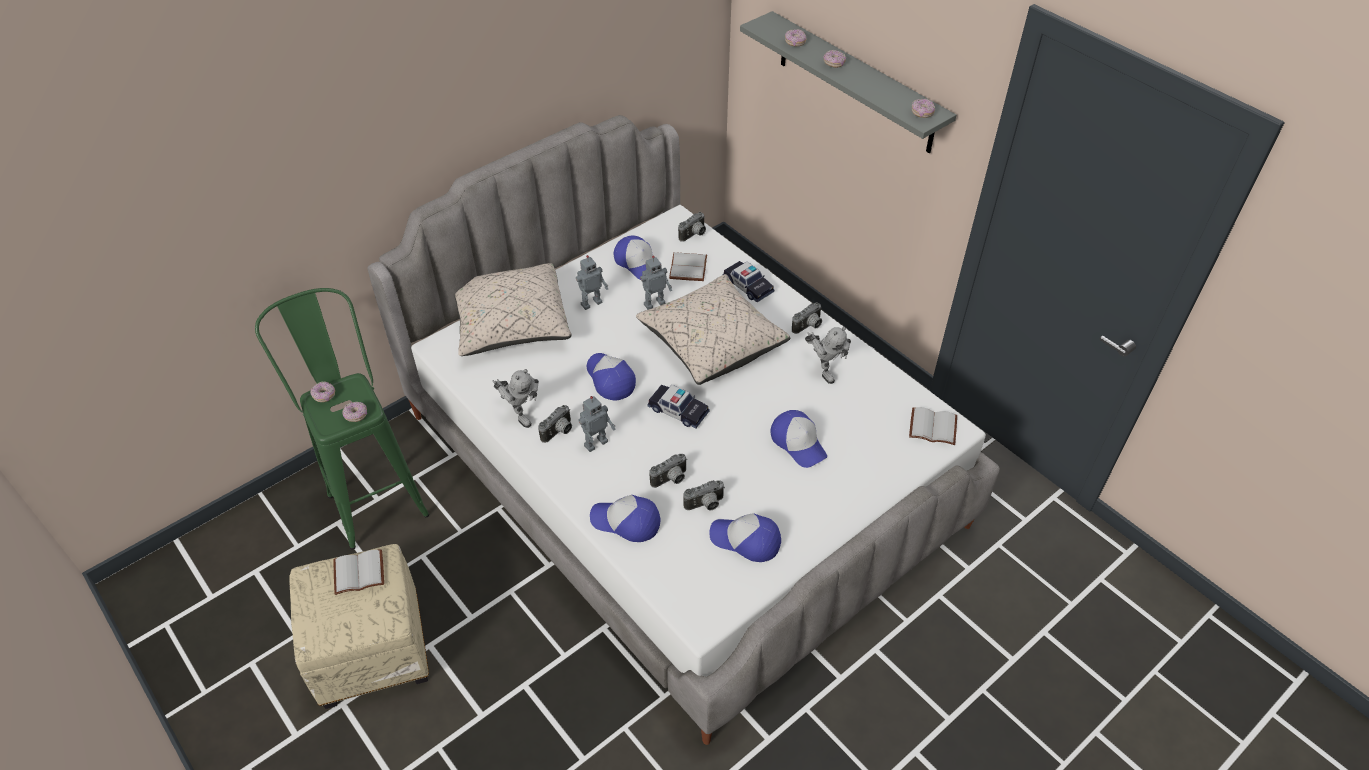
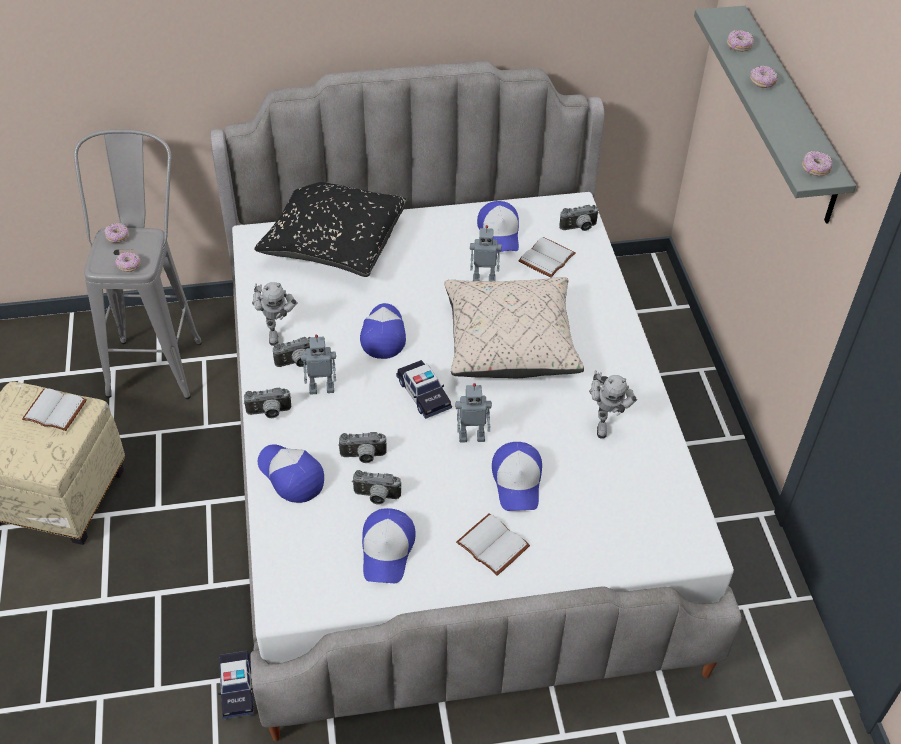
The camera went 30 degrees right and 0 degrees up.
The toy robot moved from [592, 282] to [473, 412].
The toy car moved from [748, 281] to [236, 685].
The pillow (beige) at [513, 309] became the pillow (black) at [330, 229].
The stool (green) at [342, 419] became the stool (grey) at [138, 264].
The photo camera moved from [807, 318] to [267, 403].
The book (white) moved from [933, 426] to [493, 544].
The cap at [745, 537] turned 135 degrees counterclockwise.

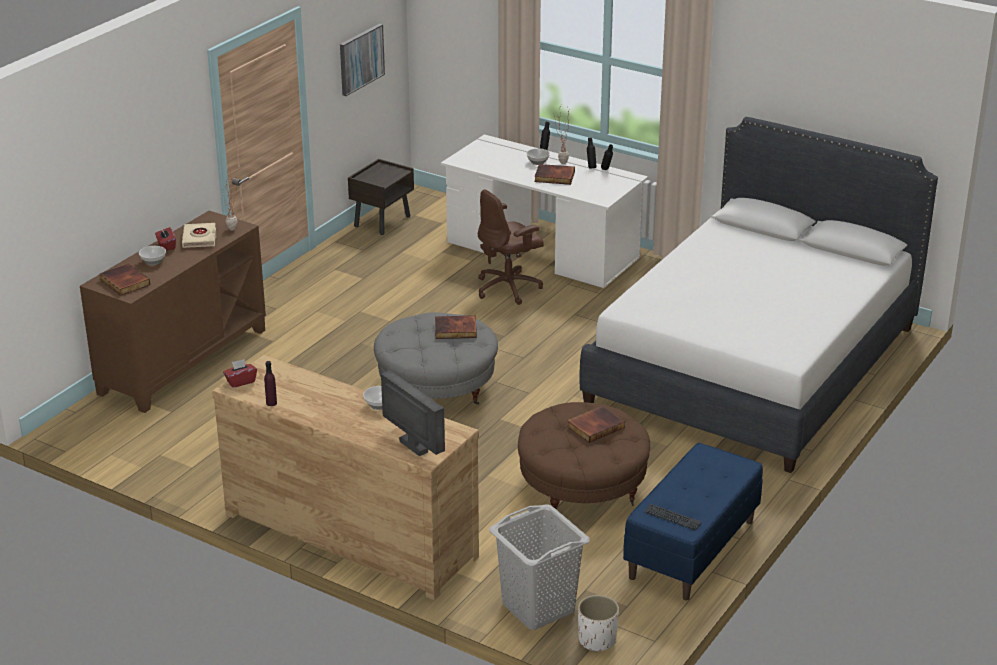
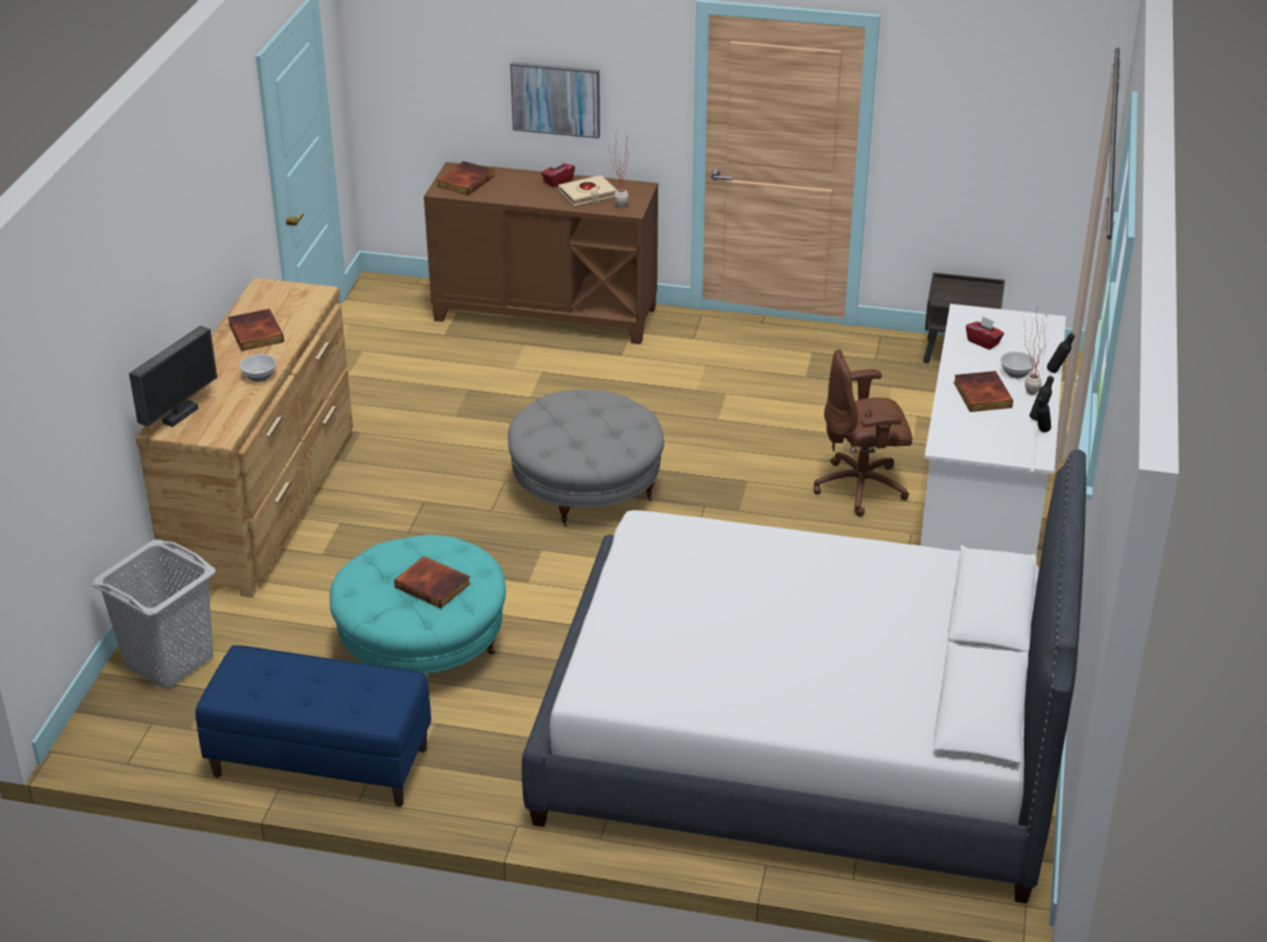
The camera went 70 degrees right and 5 degrees up.
The picture moved from [362, 60] to [555, 100].
The office chair (brown) at [511, 247] turned 45 degrees counterclockwise.
The bowl at [152, 255] disappeared.
The book moved from [456, 327] to [256, 330].
The tissue box (red) moved from [240, 373] to [985, 333].
The bottle (purple) at [270, 383] disappeared.
The ottoman (brown) at [584, 456] became the ottoman (turquoise) at [418, 604].
The keyboard at [673, 517] disappeared.
The planter (white) at [598, 624] disappeared.

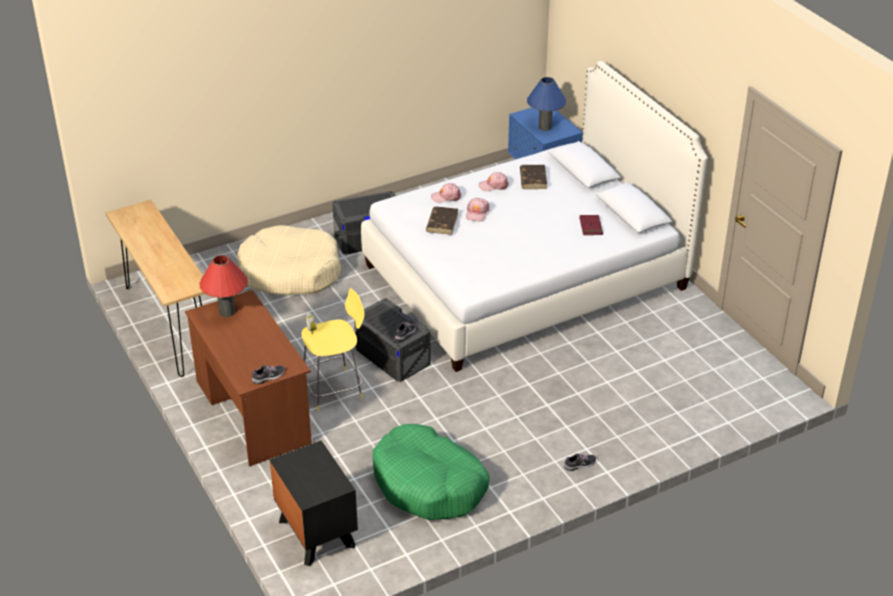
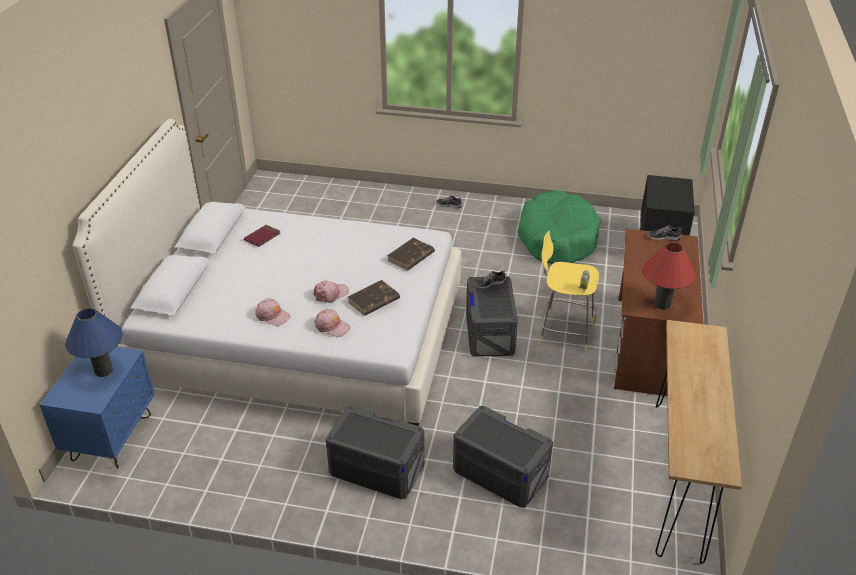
The camera went 140 degrees left and 0 degrees up.
The book (brown) moved from [533, 177] to [411, 254].
The dog bed (beige) at [289, 260] was replaced by the storage box (grey) at [503, 457].

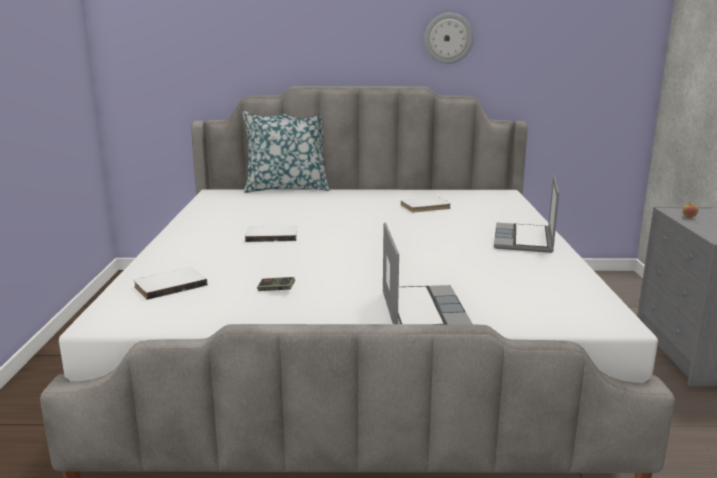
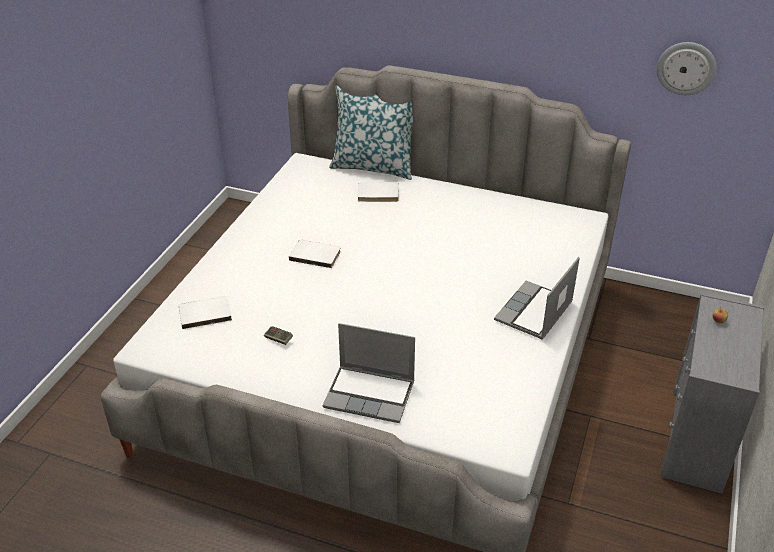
The camera went 20 degrees right and 20 degrees up.
The wall clock moved from [448, 38] to [687, 68].
The book (white) moved from [426, 205] to [378, 192].
The laptop at [427, 273] turned 90 degrees clockwise.

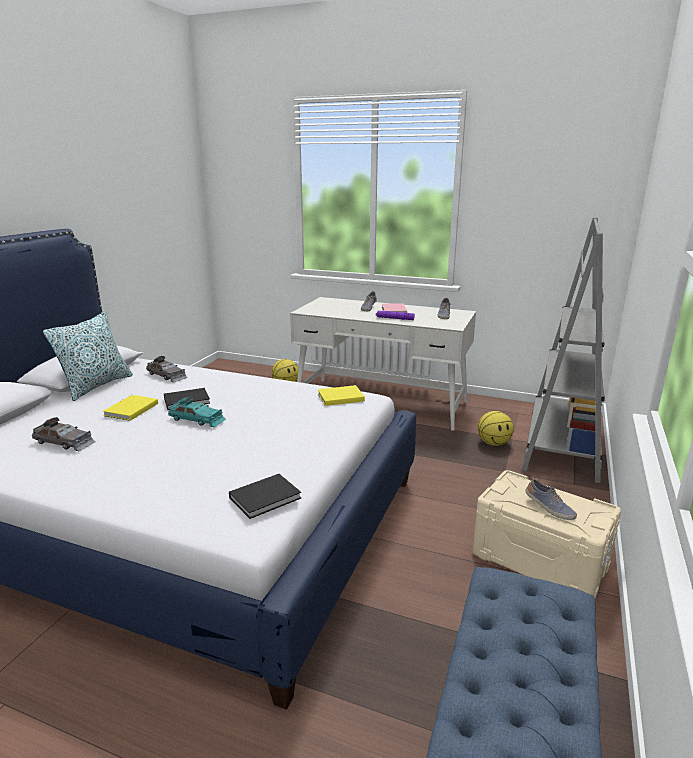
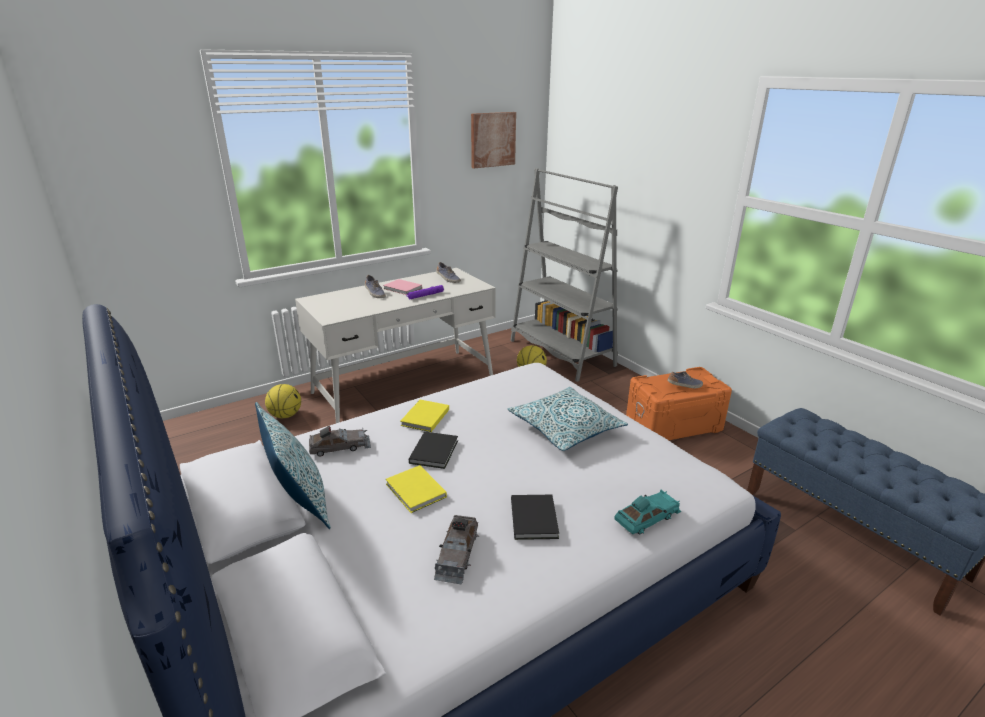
The camera went 55 degrees left and 5 degrees up.
The book (yellow) moved from [341, 395] to [424, 416].
The toy car (turquoise) moved from [197, 411] to [648, 512].
The toy car (grey) at [64, 434] turned 135 degrees clockwise.
The storage box (beige) at [547, 534] became the storage box (orange) at [679, 403].
The book (black) moved from [265, 496] to [535, 517].
The picture at [493, 140] appeared.
The pillow at [568, 419] appeared.

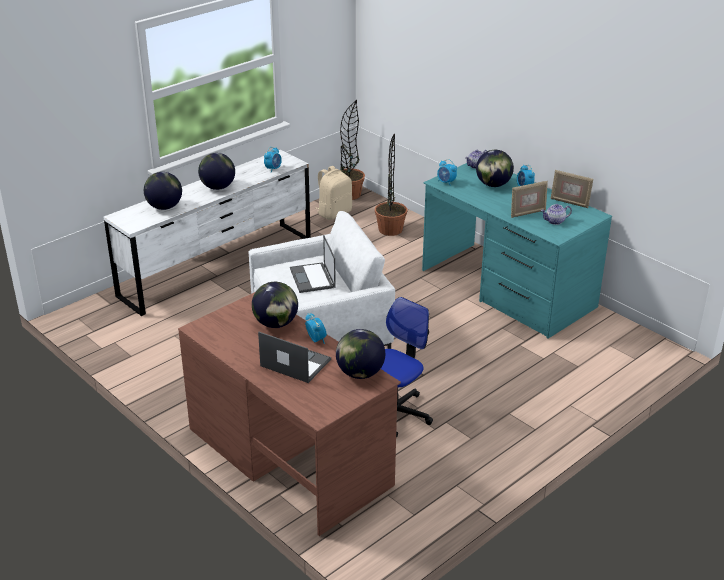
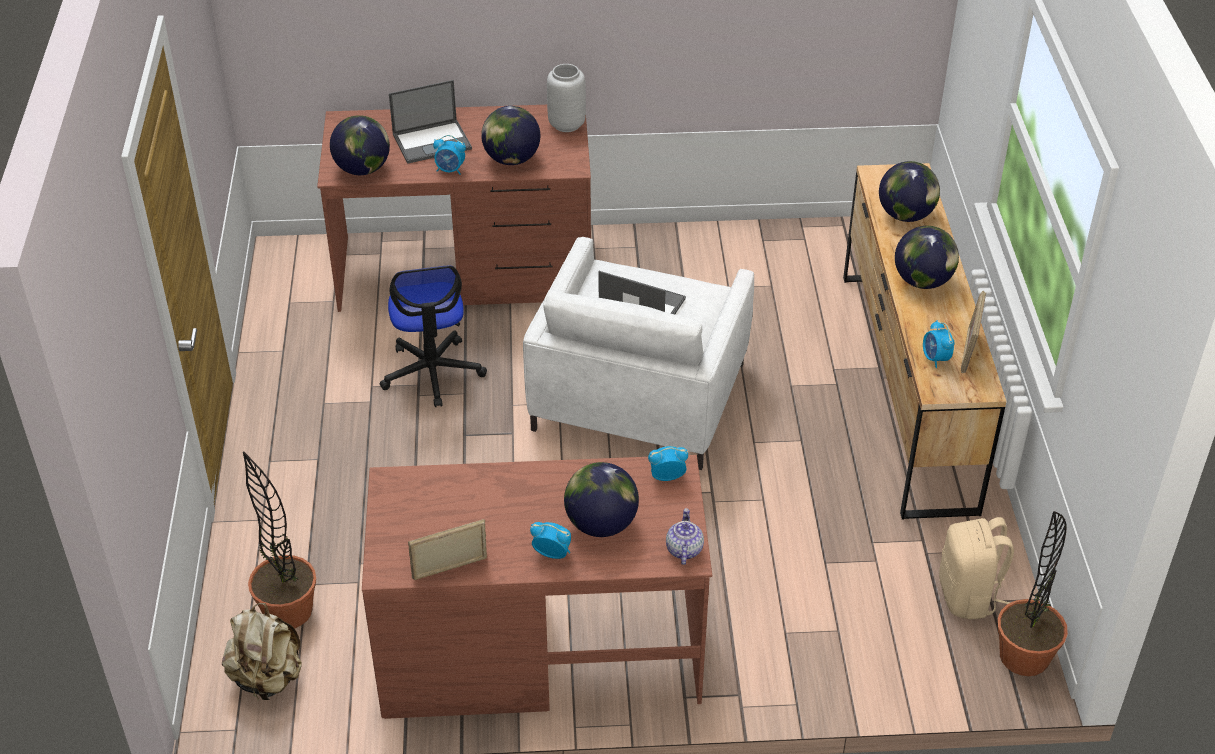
The camera went 130 degrees right and 10 degrees up.
The potted plant moved from [391, 184] to [279, 539].
The dresser (white) at [207, 233] became the dresser (brown) at [925, 341].
The desk (turquoise) at [517, 251] became the desk (brown) at [537, 587].
The picture frame moved from [529, 199] to [973, 332].
The teapot at [556, 214] disappeared.
The vase (grey) at [566, 98] appeared.
The backpack (beige) at [262, 651] appeared.

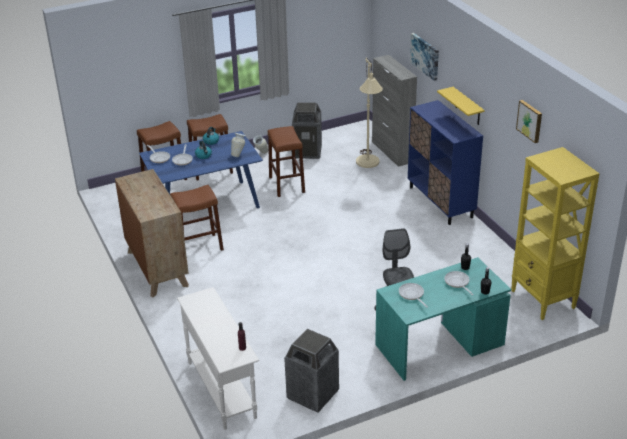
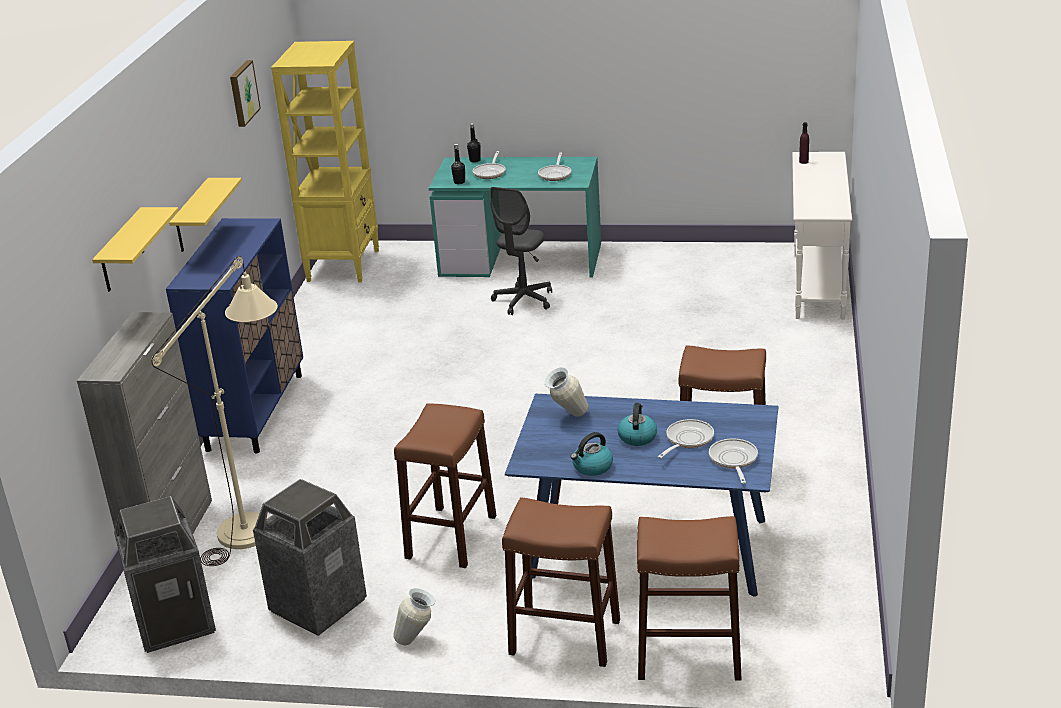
The camera went 145 degrees left and 5 degrees down.
The picture at [424, 57] was replaced by the shelf (yellow) at [135, 249].
The dresser (brown) at [152, 233] disappeared.
The trash can moved from [311, 371] to [165, 574].

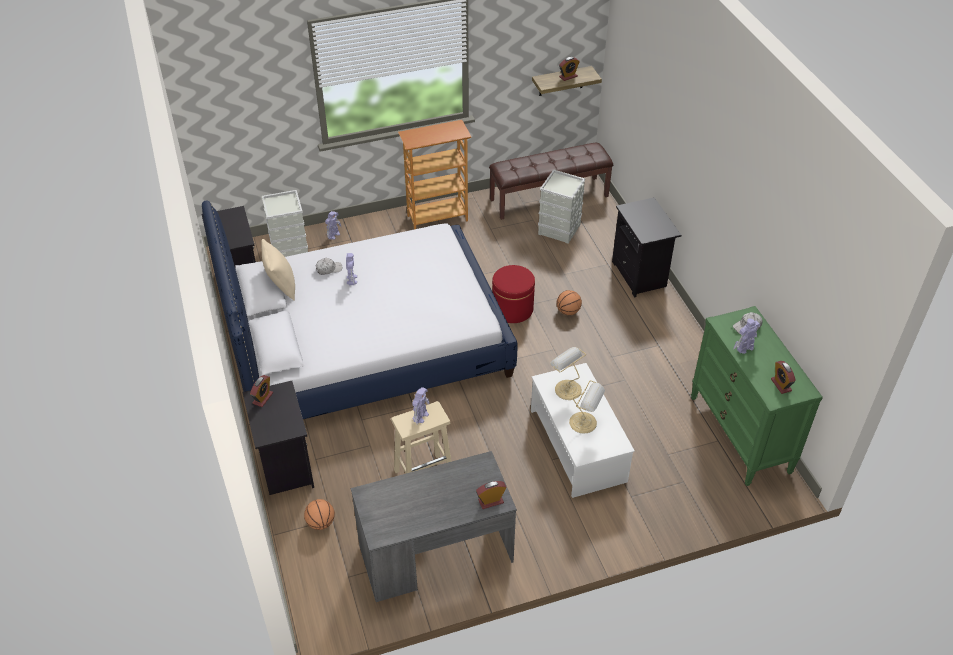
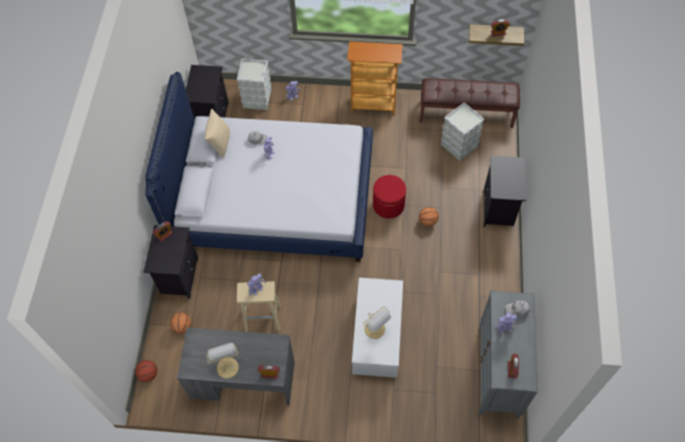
The camera went 25 degrees right and 15 degrees up.
The dresser (green) at [757, 396] became the dresser (grey) at [508, 354].
The table lamp moved from [568, 373] to [222, 360].
The basketball at [146, 371] appeared.

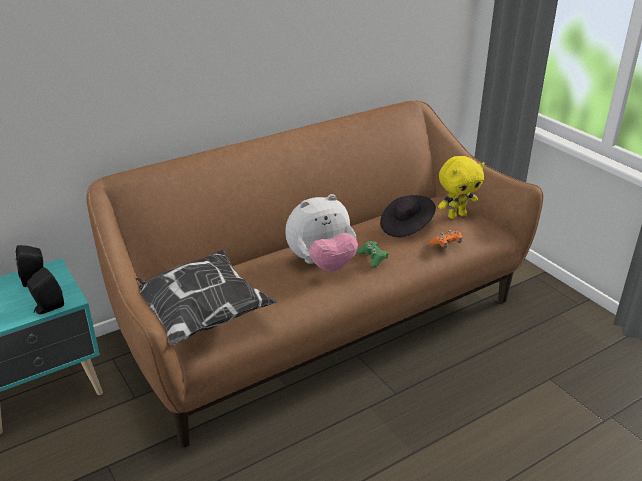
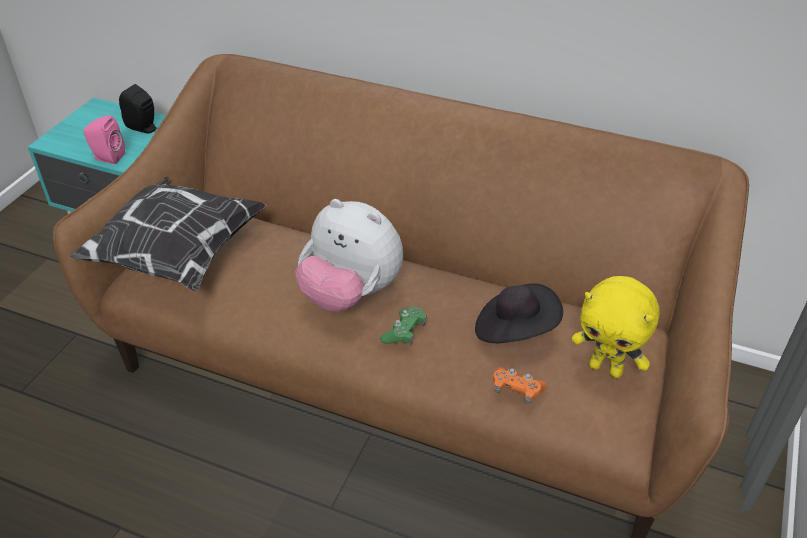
The camera went 55 degrees right and 10 degrees up.
The speaker (black) at [45, 290] became the speaker (pink) at [104, 139].

